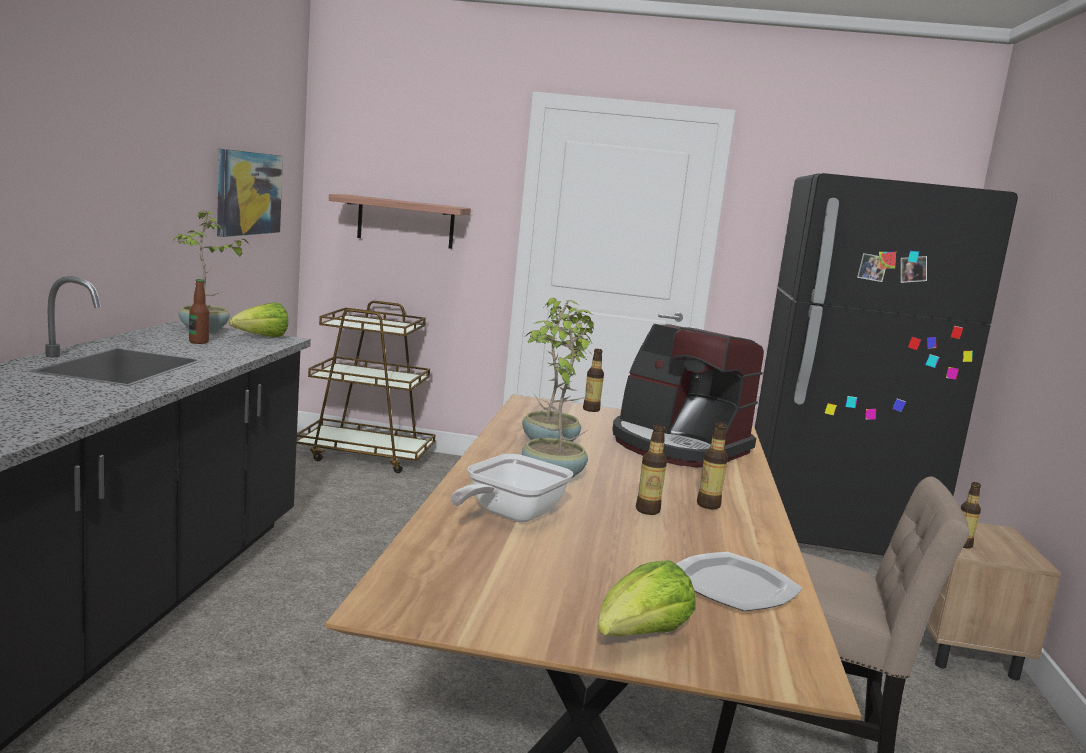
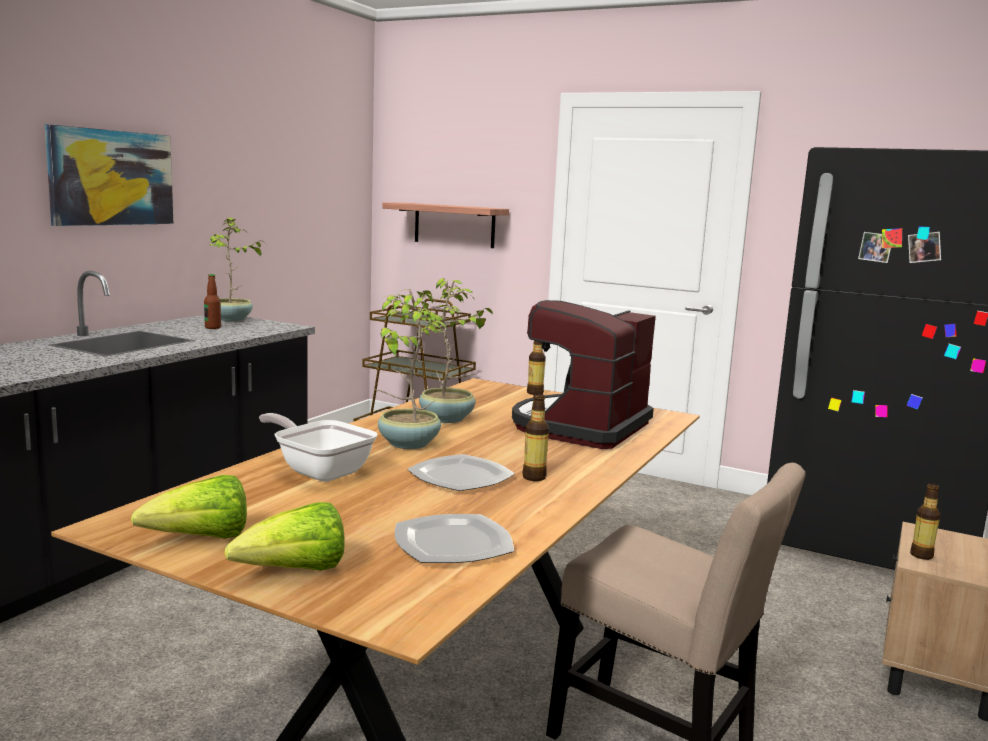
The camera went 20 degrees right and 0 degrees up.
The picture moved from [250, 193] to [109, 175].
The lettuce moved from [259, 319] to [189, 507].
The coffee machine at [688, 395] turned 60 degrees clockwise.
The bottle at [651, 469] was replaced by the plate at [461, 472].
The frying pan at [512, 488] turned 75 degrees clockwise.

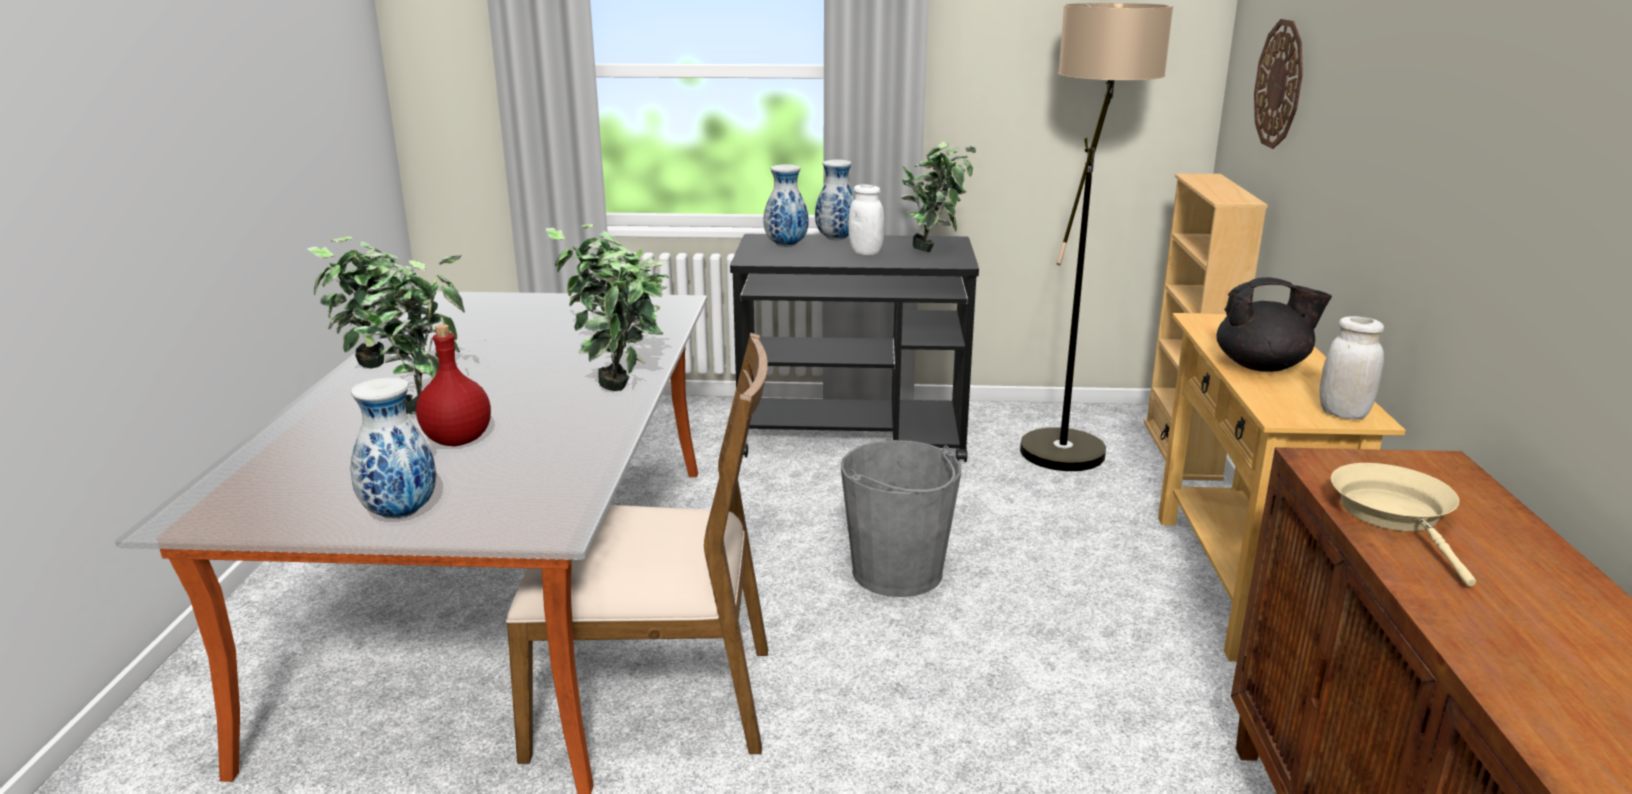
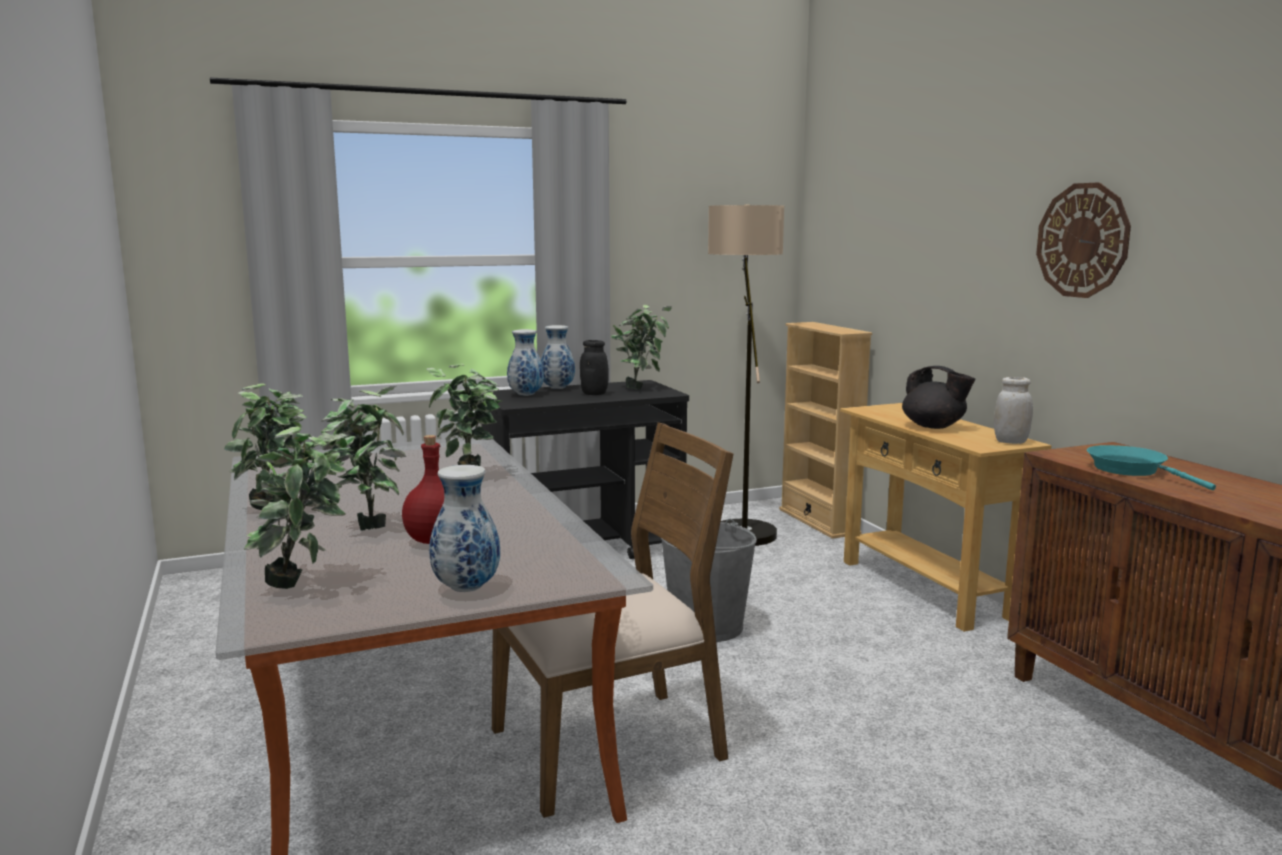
The camera went 25 degrees left and 10 degrees down.
The wall clock moved from [1278, 84] to [1083, 240].
The jar (white) at [866, 219] became the jar (black) at [594, 367].
The potted plant moved from [624, 321] to [298, 507].
The teapot (black) at [1274, 324] turned 60 degrees clockwise.
The frying pan (beige) at [1403, 524] became the frying pan (turquoise) at [1151, 467].

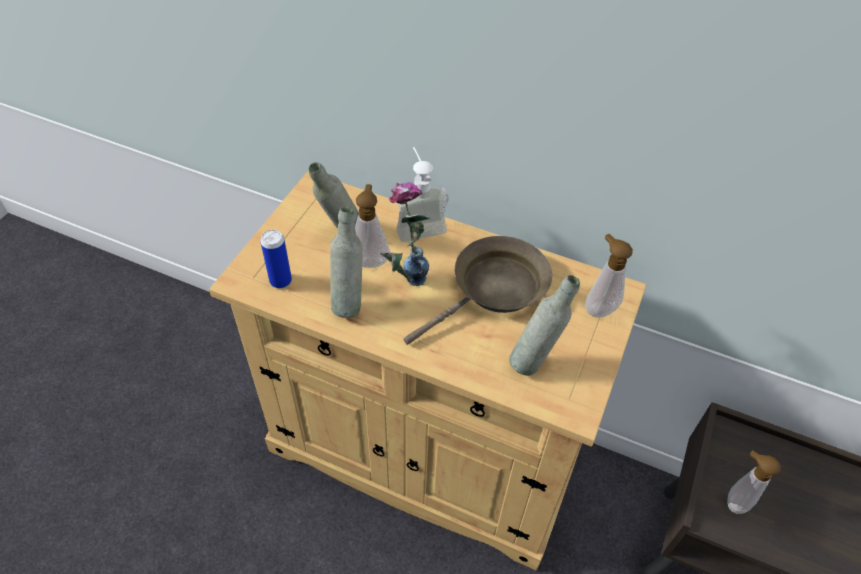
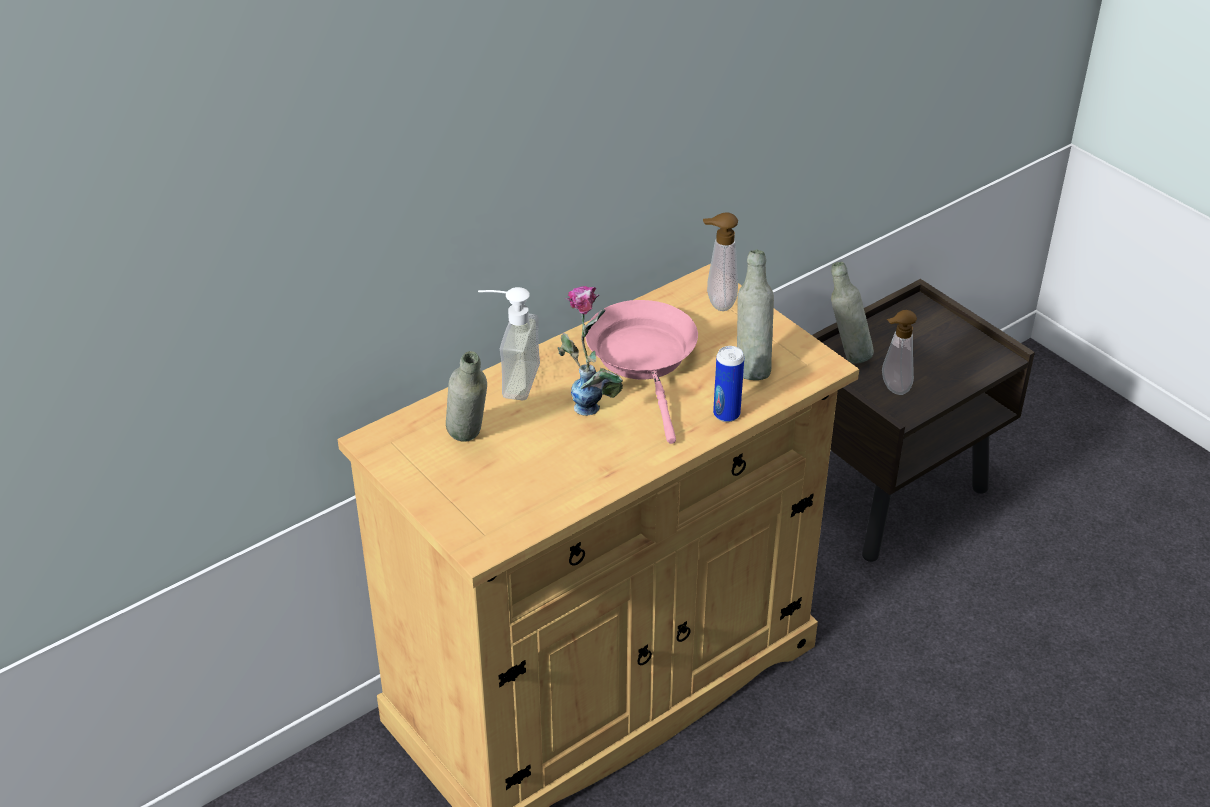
The camera went 60 degrees left and 10 degrees down.
The soap dispenser at [372, 226] disappeared.
The bottle (grey) moved from [346, 262] to [852, 313].
The can moved from [276, 259] to [728, 384].
The frying pan (brown) at [477, 290] became the frying pan (pink) at [641, 372].

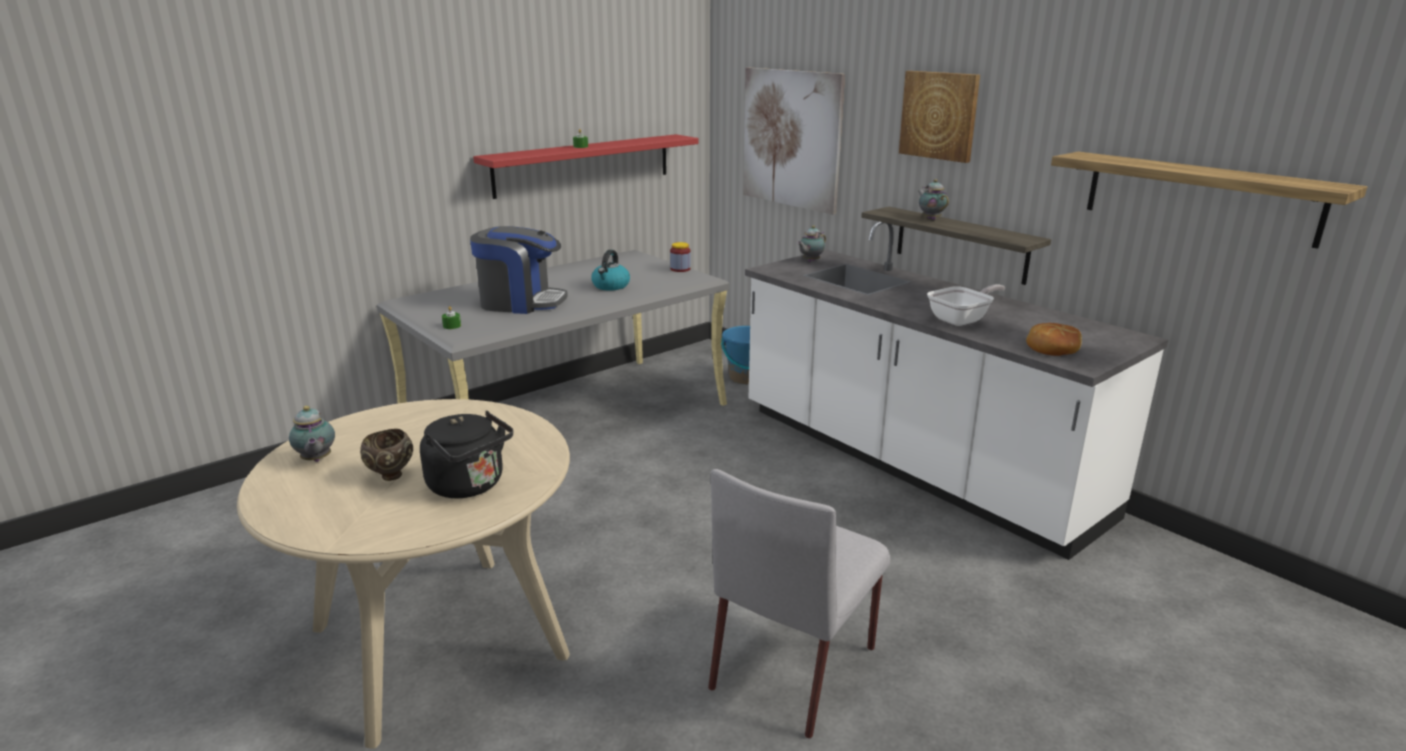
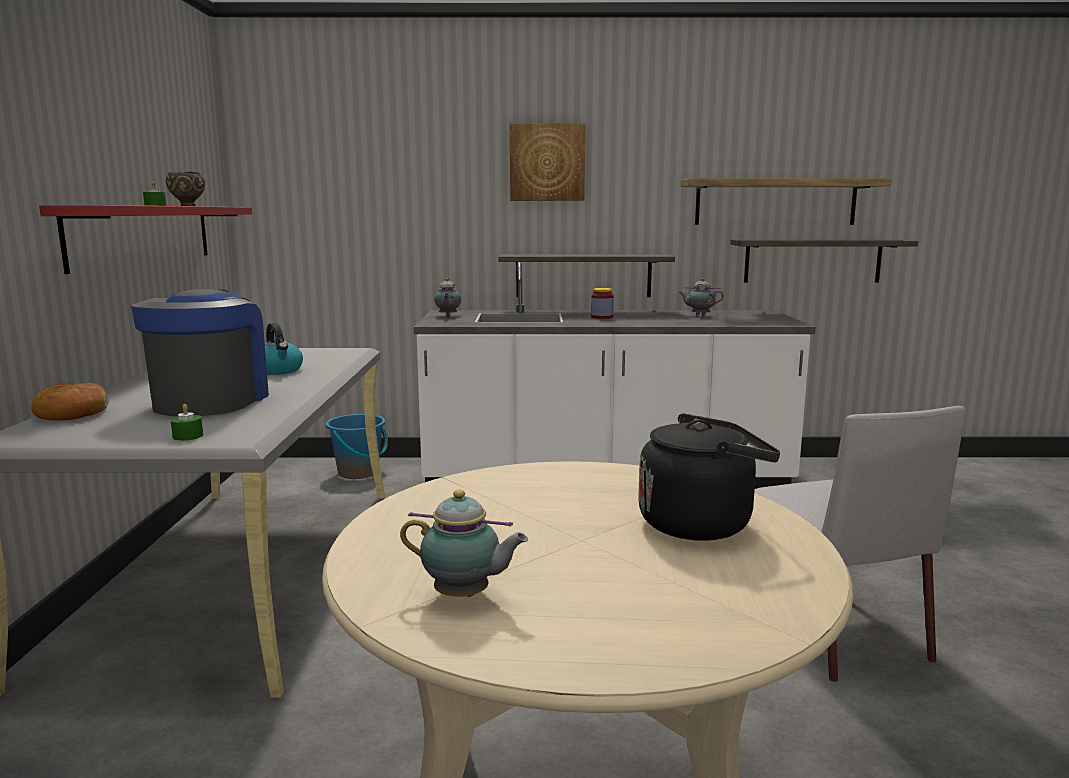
The camera went 50 degrees left and 10 degrees down.
The picture at [794, 141] disappeared.
The teapot moved from [933, 199] to [701, 297].
The coffee machine at [519, 270] turned 45 degrees counterclockwise.
The jar moved from [680, 257] to [602, 303].
The frying pan at [966, 305] disappeared.
The bread moved from [1054, 339] to [70, 402].
The bowl (brown) moved from [386, 455] to [185, 189].
The shelf at [824, 261] appeared.

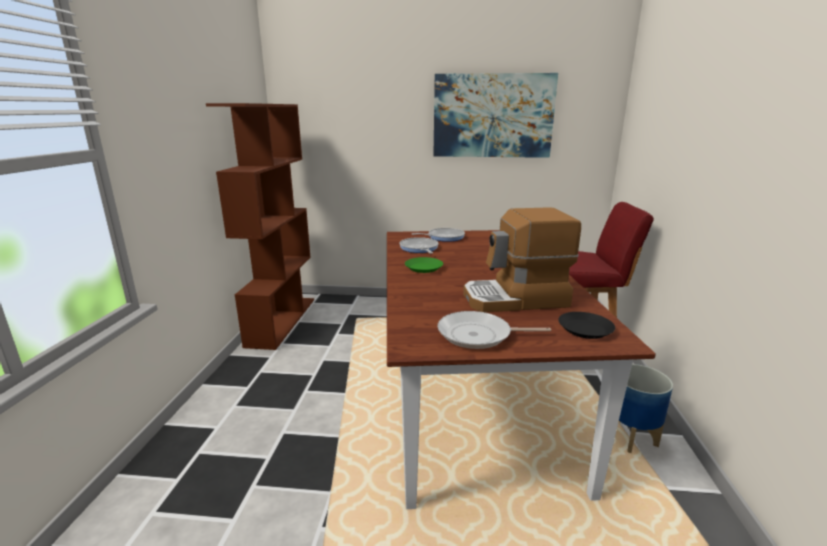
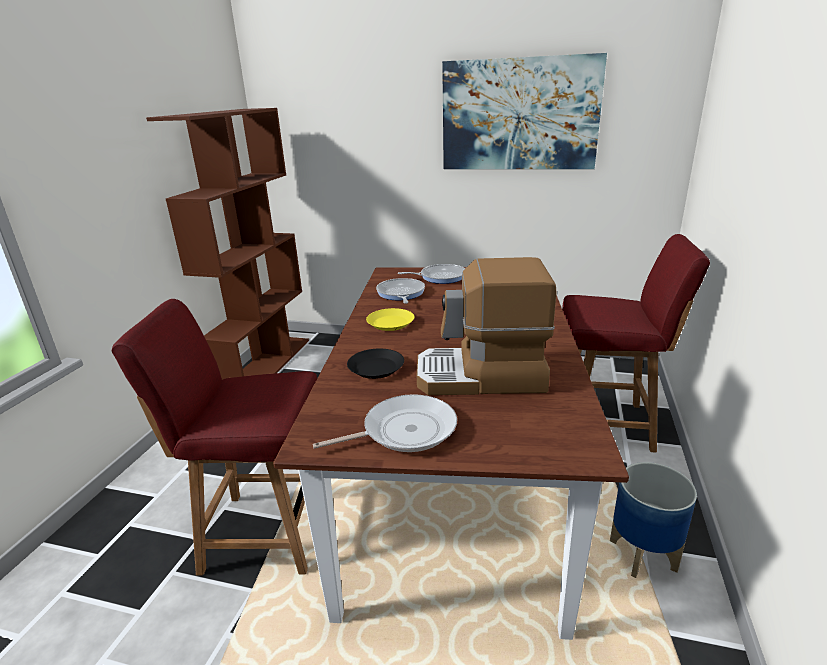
The camera went 10 degrees right and 5 degrees up.
The plate (green) at [424, 265] became the plate (yellow) at [390, 319].
The frying pan at [494, 330] turned 150 degrees clockwise.
The plate (black) moved from [586, 325] to [375, 364].
The chair (red) at [214, 437] appeared.

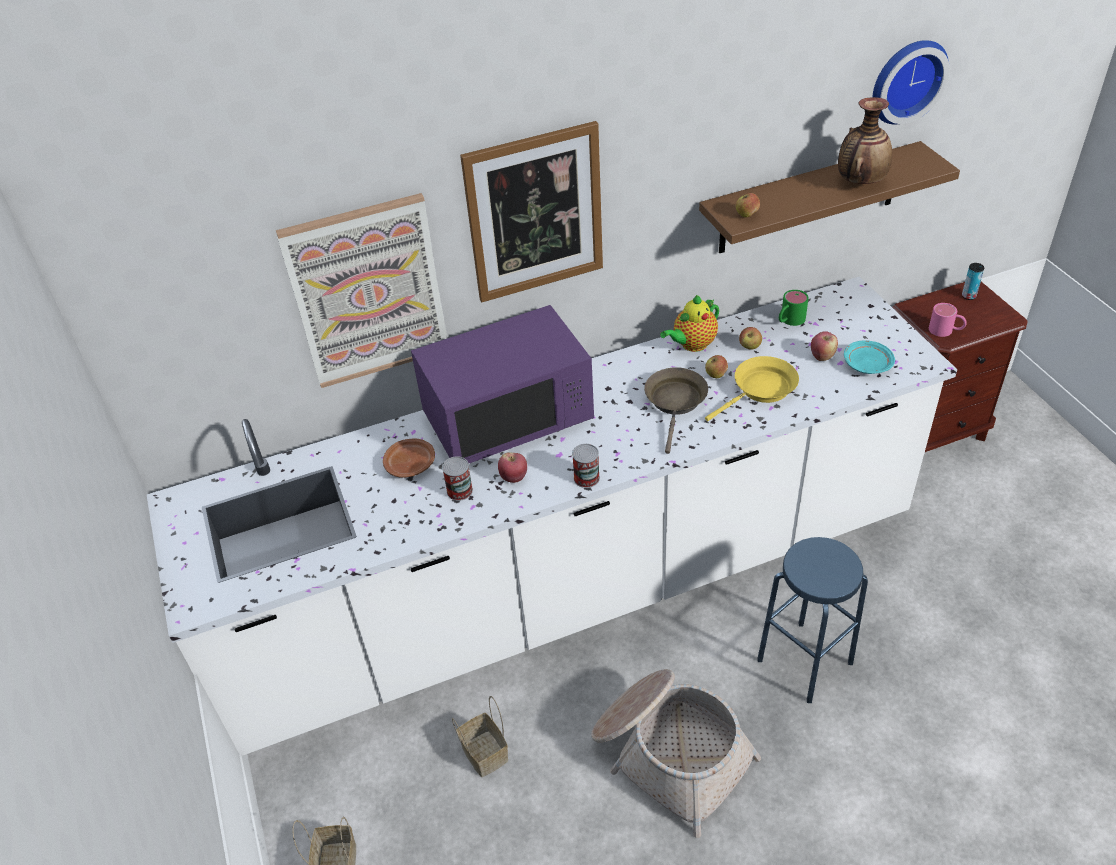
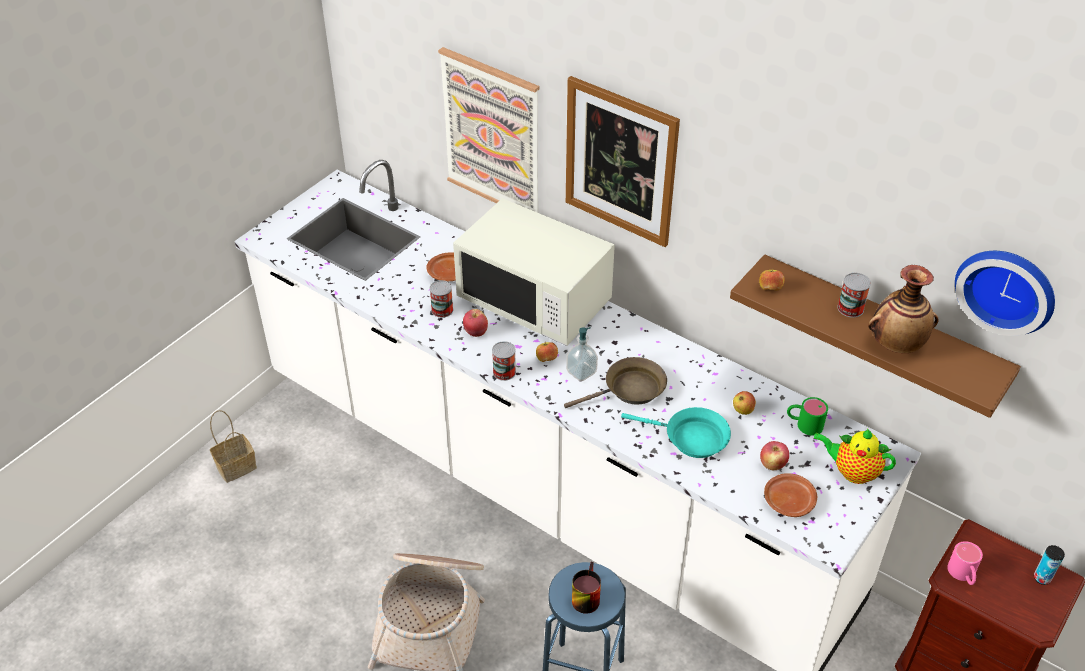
The camera went 55 degrees right and 0 degrees up.
The teapot moved from [689, 323] to [855, 456].
The microwave (purple) at [502, 384] became the microwave (white) at [534, 272].
The plate (turquoise) at [869, 357] became the plate (brown) at [790, 495].
The apple moved from [716, 366] to [547, 352].
The frying pan (yellow) at [752, 388] became the frying pan (turquoise) at [676, 432].
The basket at [480, 736] disappeared.
The can at [854, 295] appeared.
The soap dispenser at [582, 354] appeared.
The mug at [586, 588] appeared.

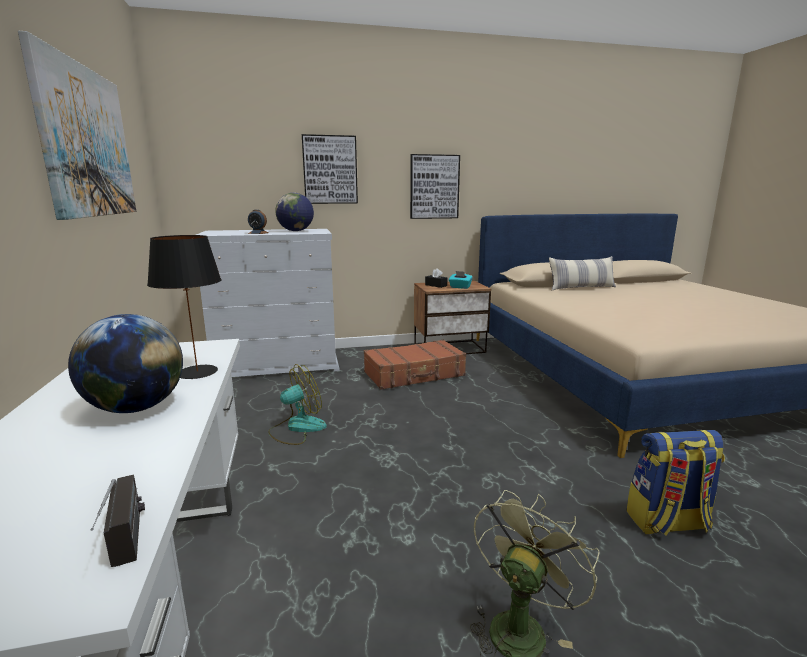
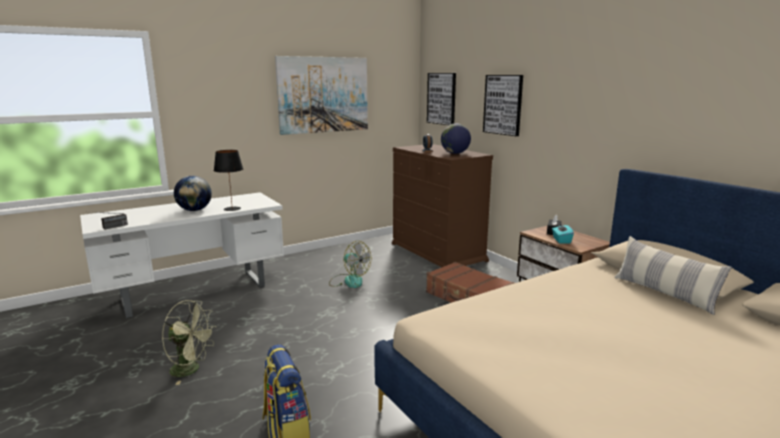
The camera went 70 degrees right and 0 degrees up.
The picture moved from [435, 186] to [441, 99].
The dresser (white) at [268, 303] became the dresser (brown) at [442, 205].

